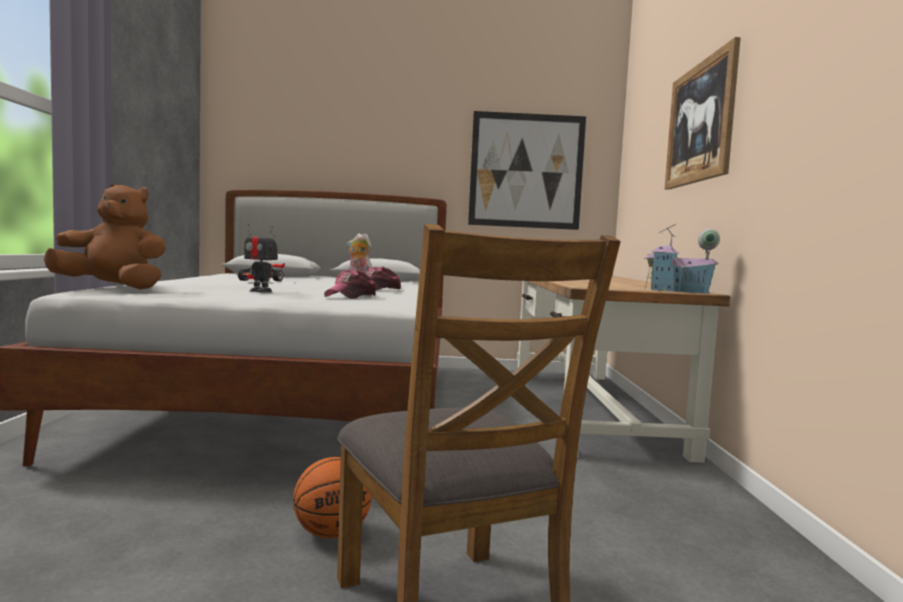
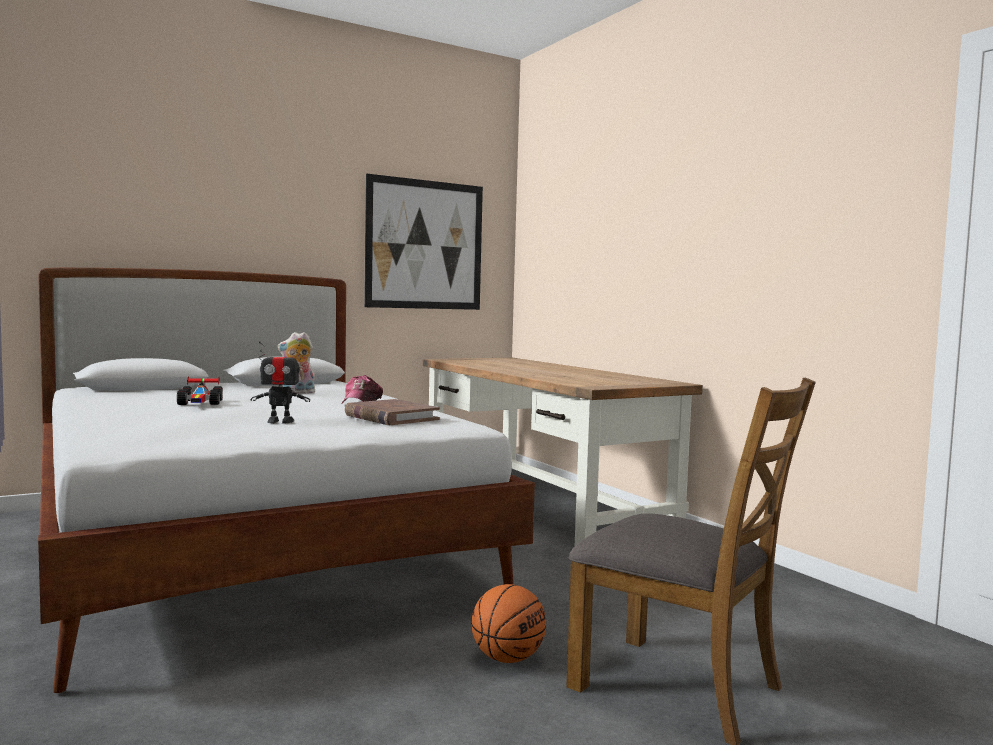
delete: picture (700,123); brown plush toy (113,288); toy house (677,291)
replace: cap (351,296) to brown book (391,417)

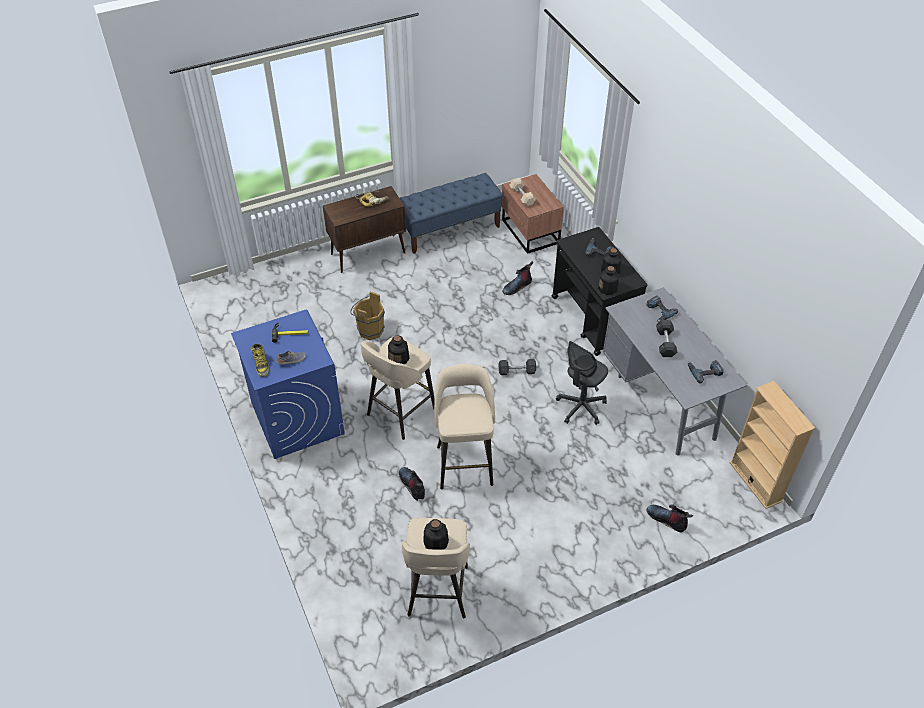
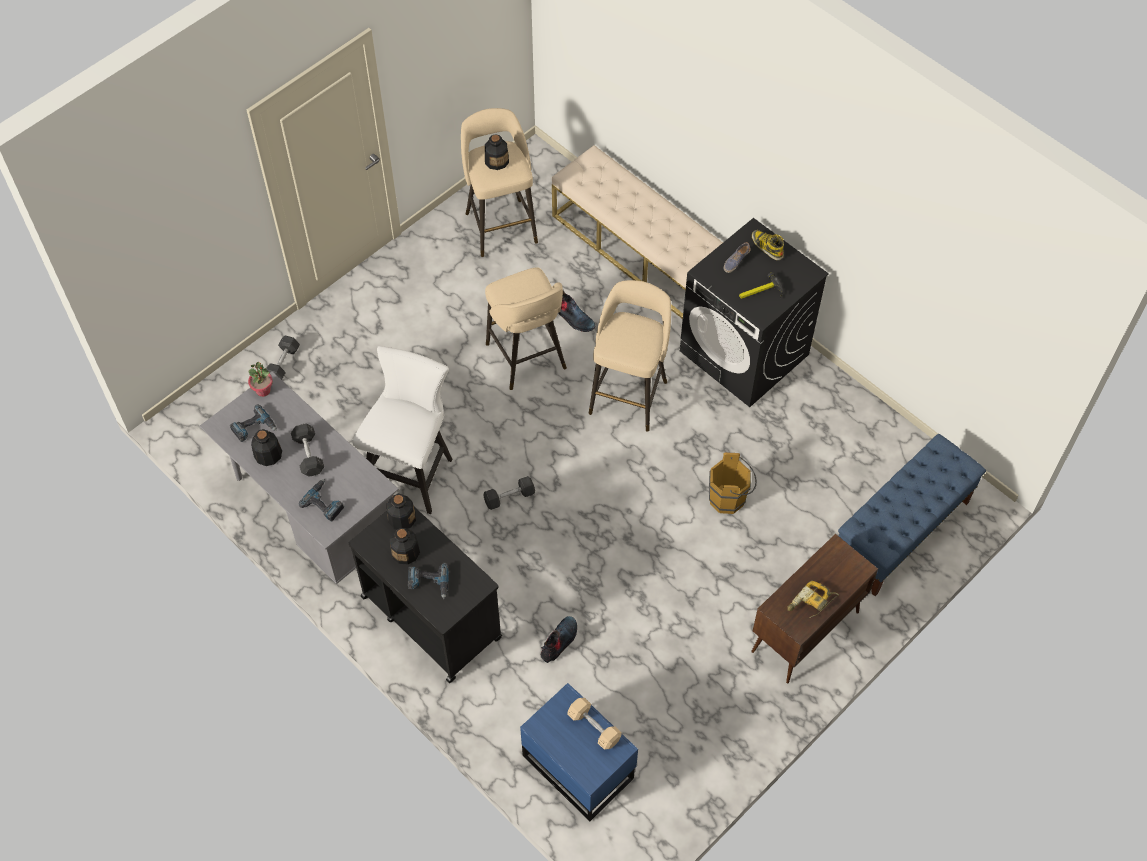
delete: beige bookcase (755,482)
insert: beige bench (641,253); potted plant (263,390)
move: blue bench (450,229) to (901,532); bottle (399,358) to (267,454)
replace: grey office chair (581,407) to white stool (412,471); boot (667,519) to grey dumbbell (283,363)
recolor: brown nightstand (529,232) to blue nightstand (578,764); blue washing machine (297,418) to black washing machine (744,353)

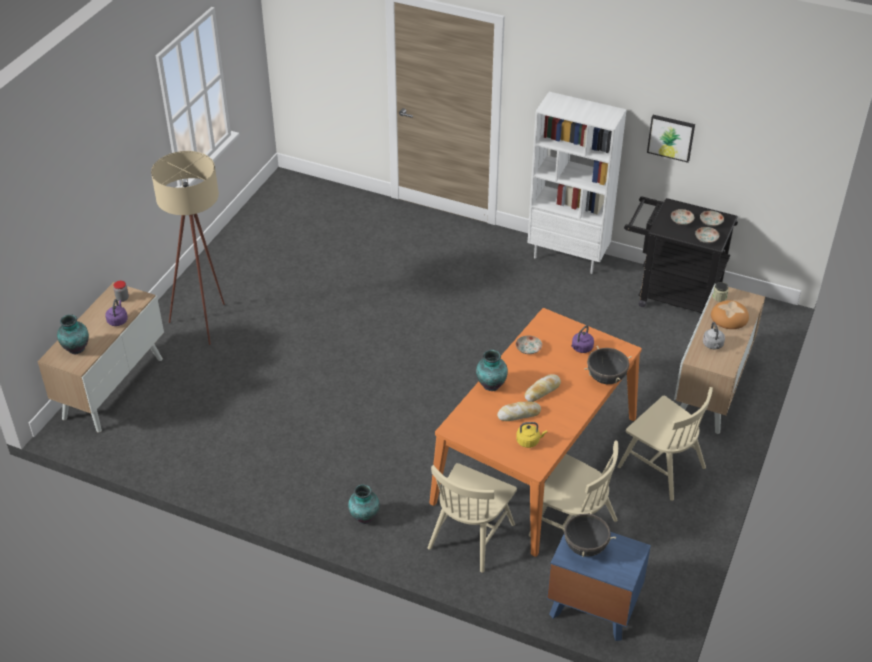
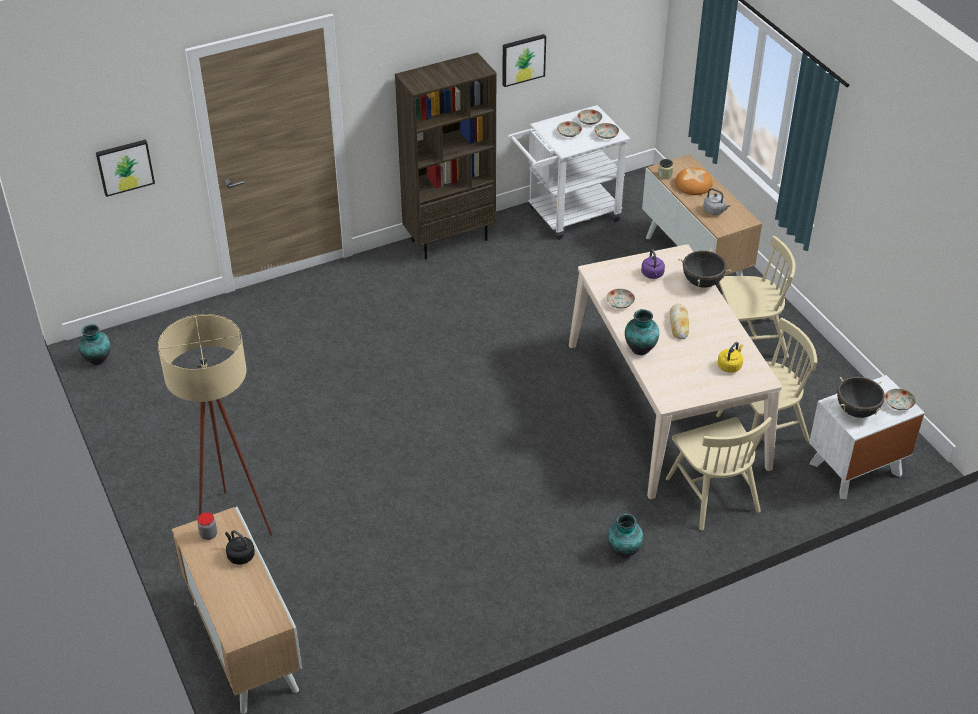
delete: bread (519,414)
insert: picture (125,166); plate (898,404)
move: vase (76,349) to (98,360)
recolor: white bookcase (568,256) to brown bookcase (449,239); black cart (671,295) to white cart (566,216); purple kettle (118,320) to black kettle (240,555); orange dining table (536,459) to beige dining table (666,404); blue nightstand (592,607) to white nightstand (855,469)

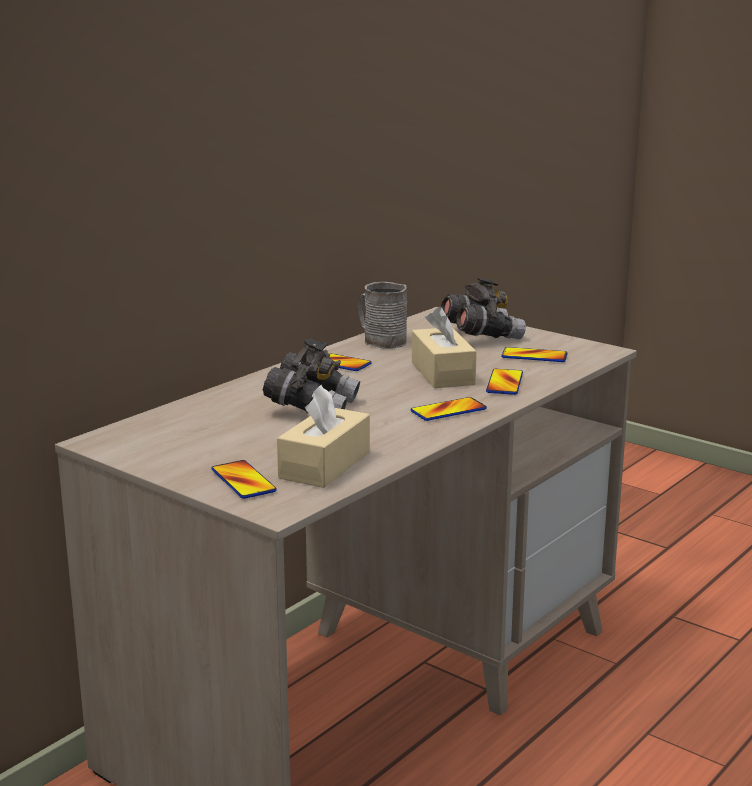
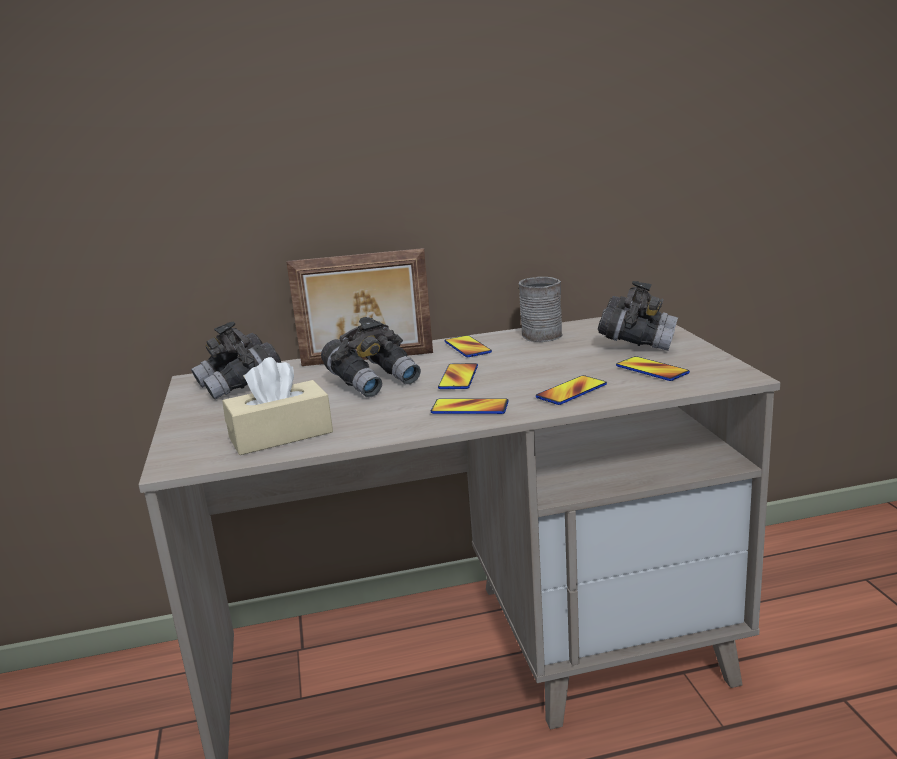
delete: beige tissue box (442,373)
insert: picture frame (367,359); grey binoculars (240,385)
move: phone (243,481) to (458,378)

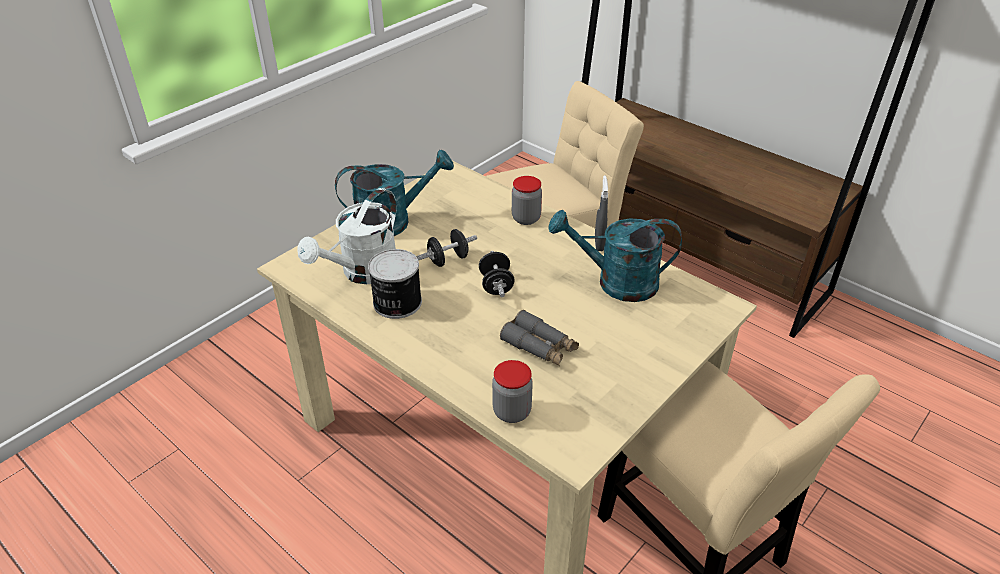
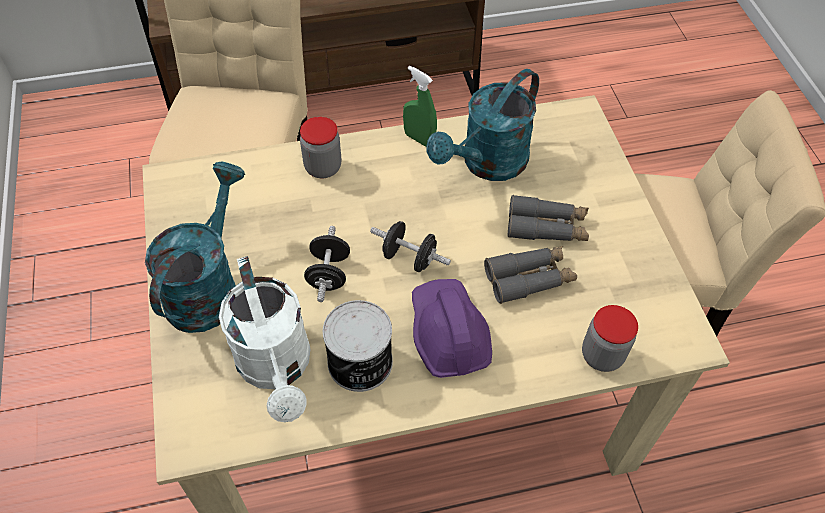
insert: grey binoculars (547,227); purple hard hat (448,333)
recolor: grey spray bottle (599,244) to green spray bottle (419,139)

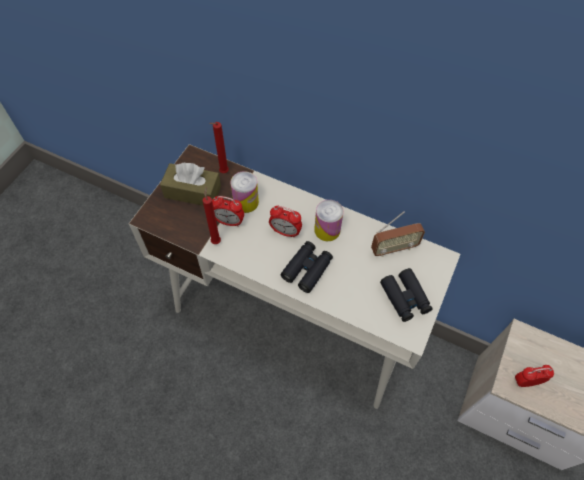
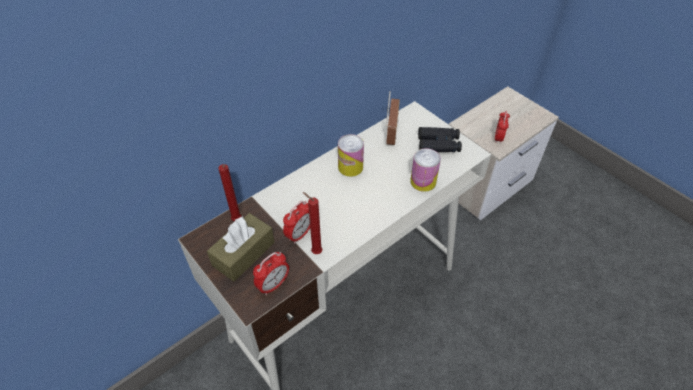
delete: black binoculars (307,269)
move: can (246,202) to (423,181); alarm clock (285,232) to (273,285)

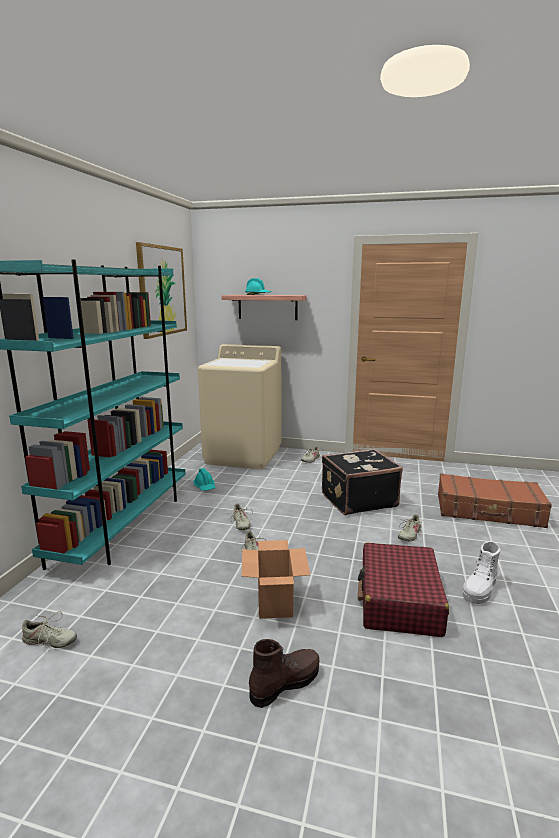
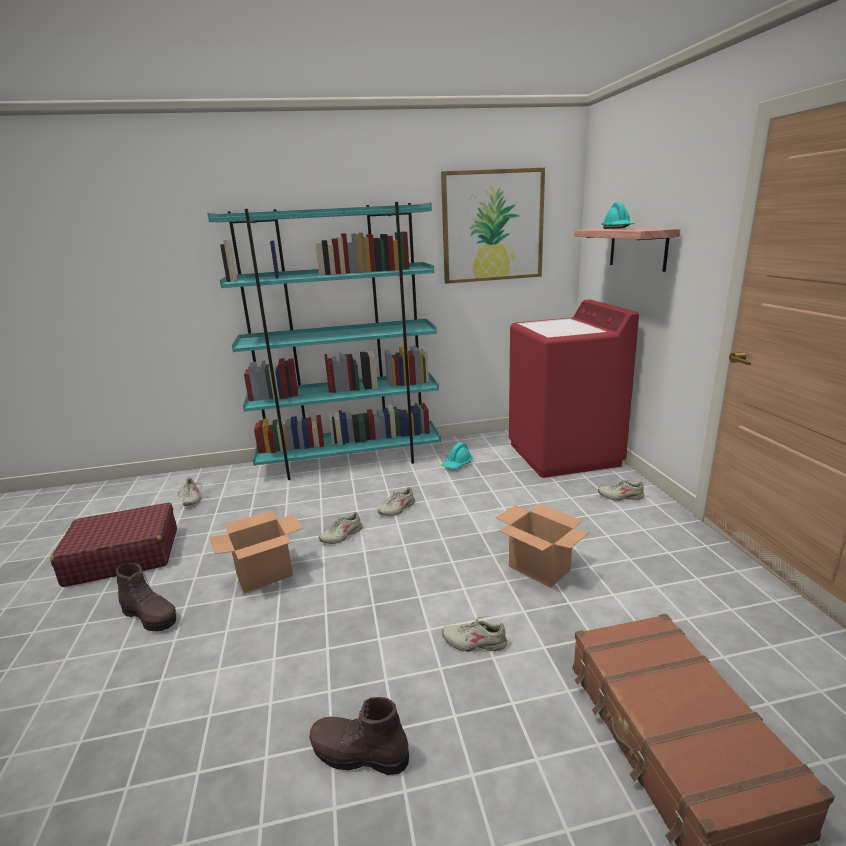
move: red suitcase (399,600) to (123,556)
replace: black suitcase (357,500) to cardboard box (538,568)
recolor: beige washing machine (244,455) to red washing machine (563,455); white boot (480,590) to brown boot (359,754)

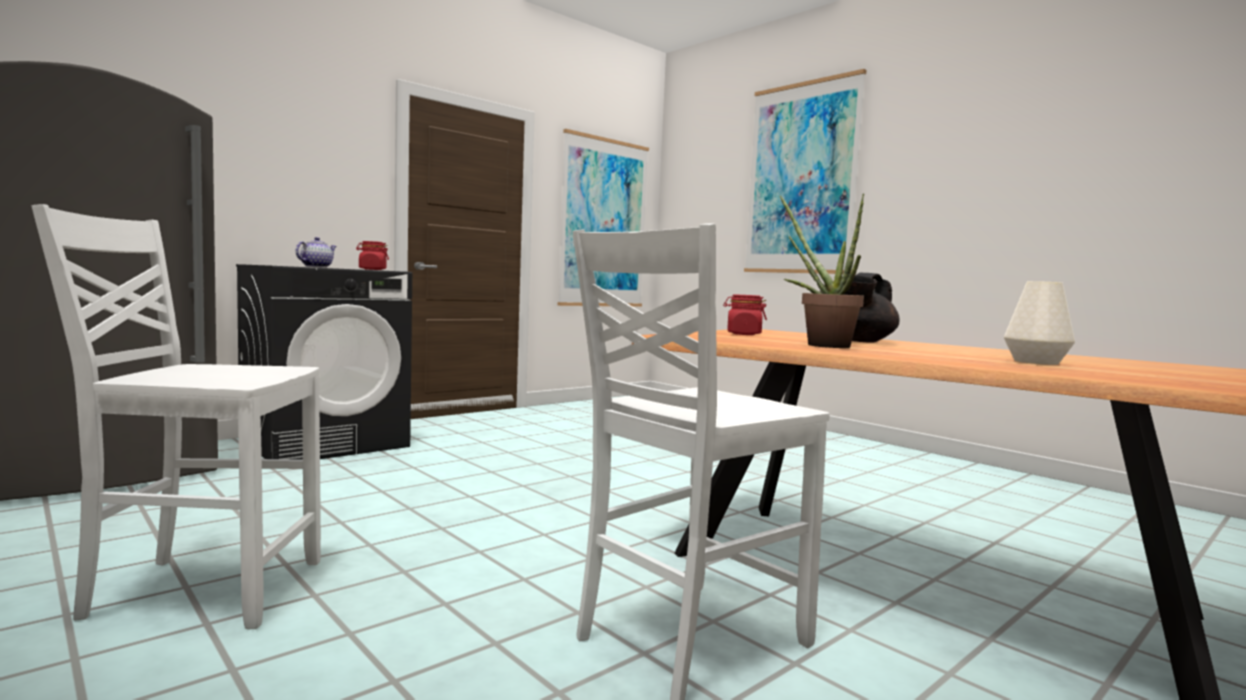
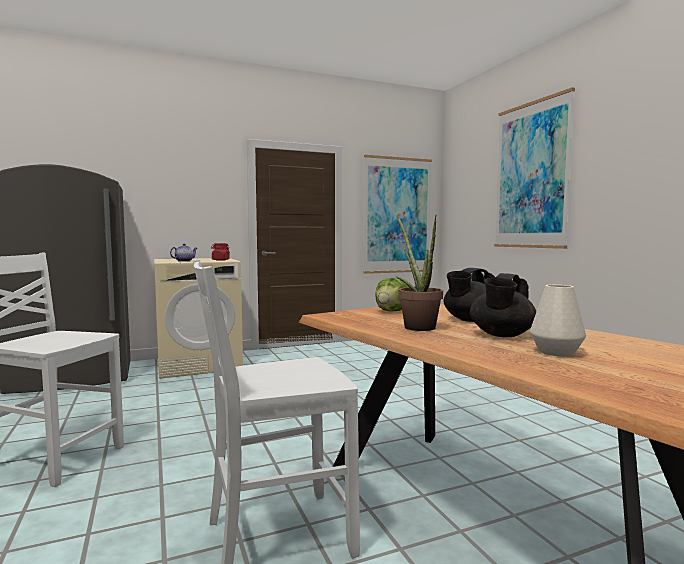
insert: black teapot (501,335)
replace: red jar (743,334) to lettuce (393,311)
recolor: black washing machine (325,443) to beige washing machine (199,364)

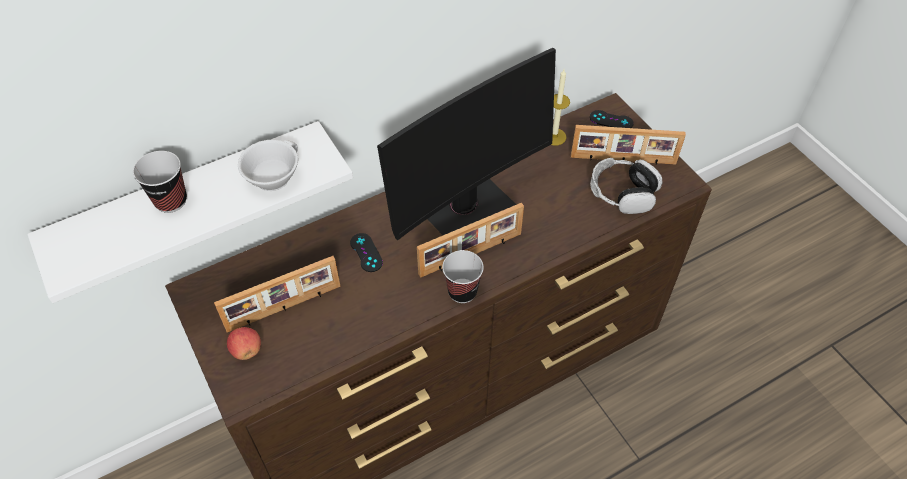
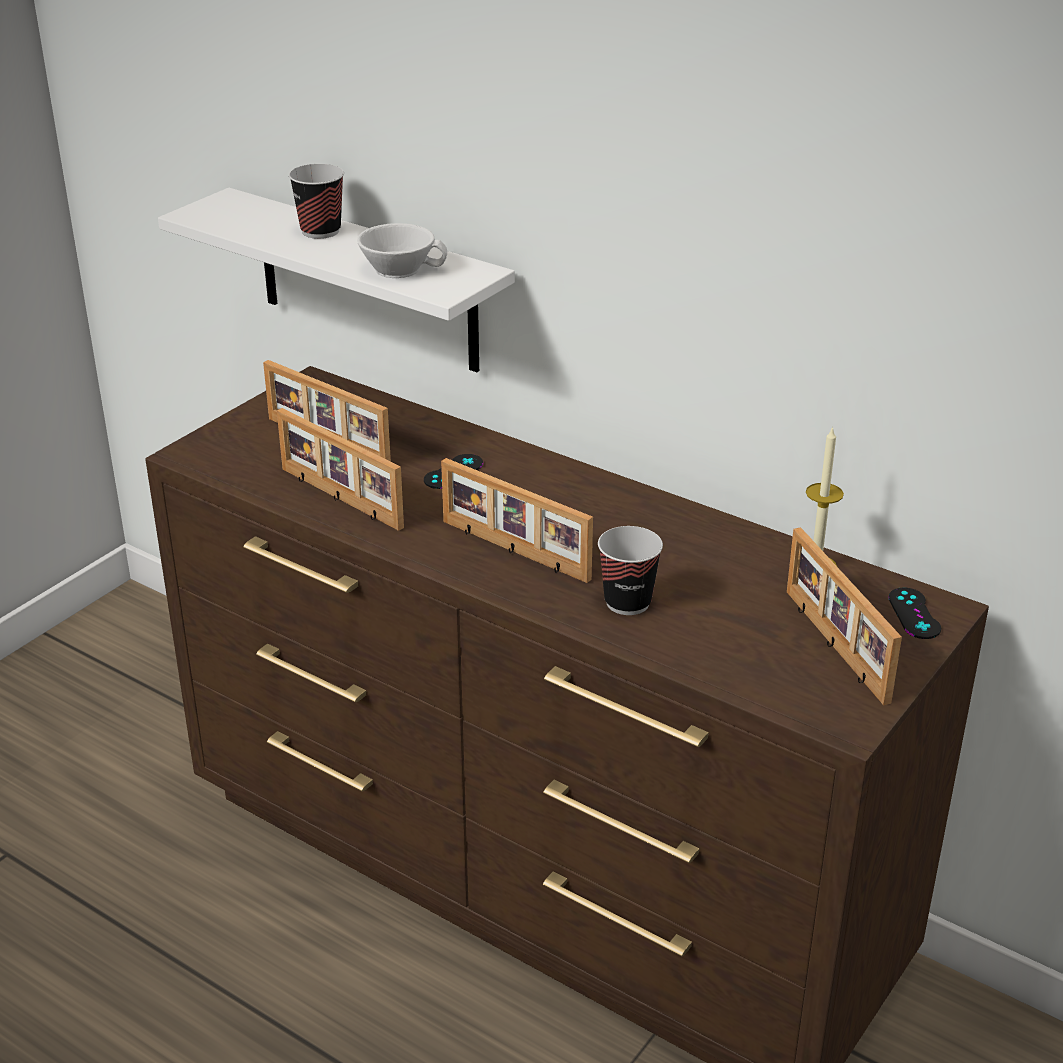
delete: monitor (465,207); headphones (622,193); apple (247,350)
insert: picture frame (339,498)
move: cup (462,291) to (627,602)

